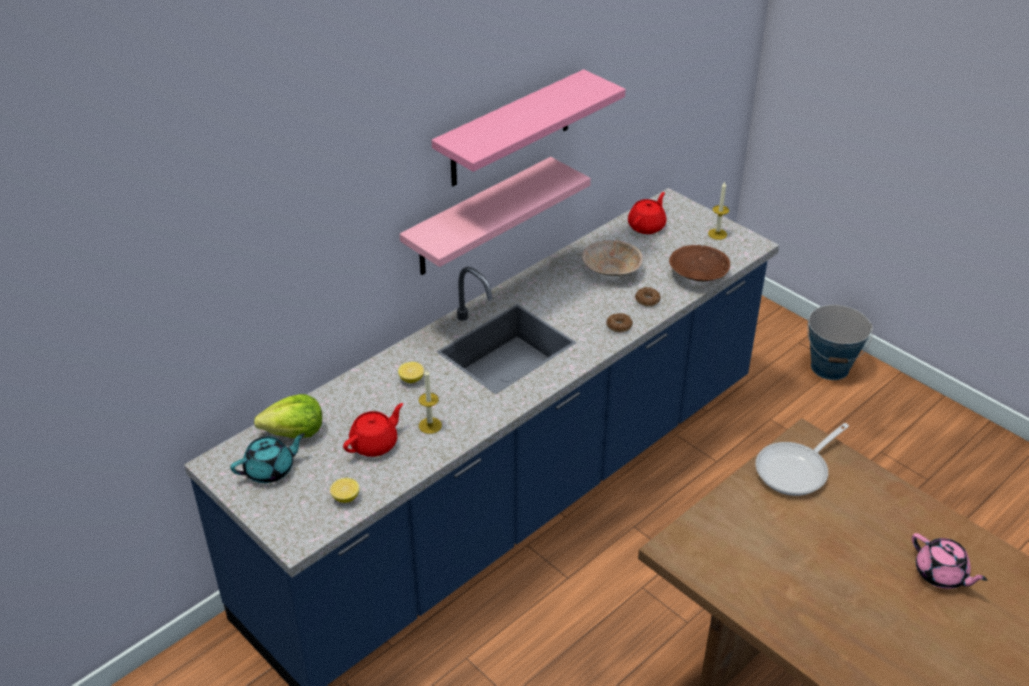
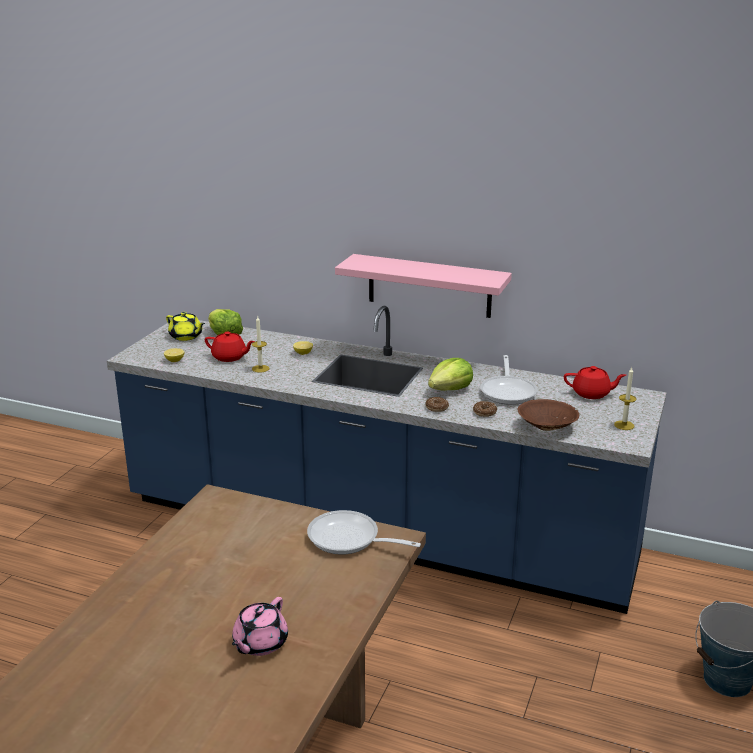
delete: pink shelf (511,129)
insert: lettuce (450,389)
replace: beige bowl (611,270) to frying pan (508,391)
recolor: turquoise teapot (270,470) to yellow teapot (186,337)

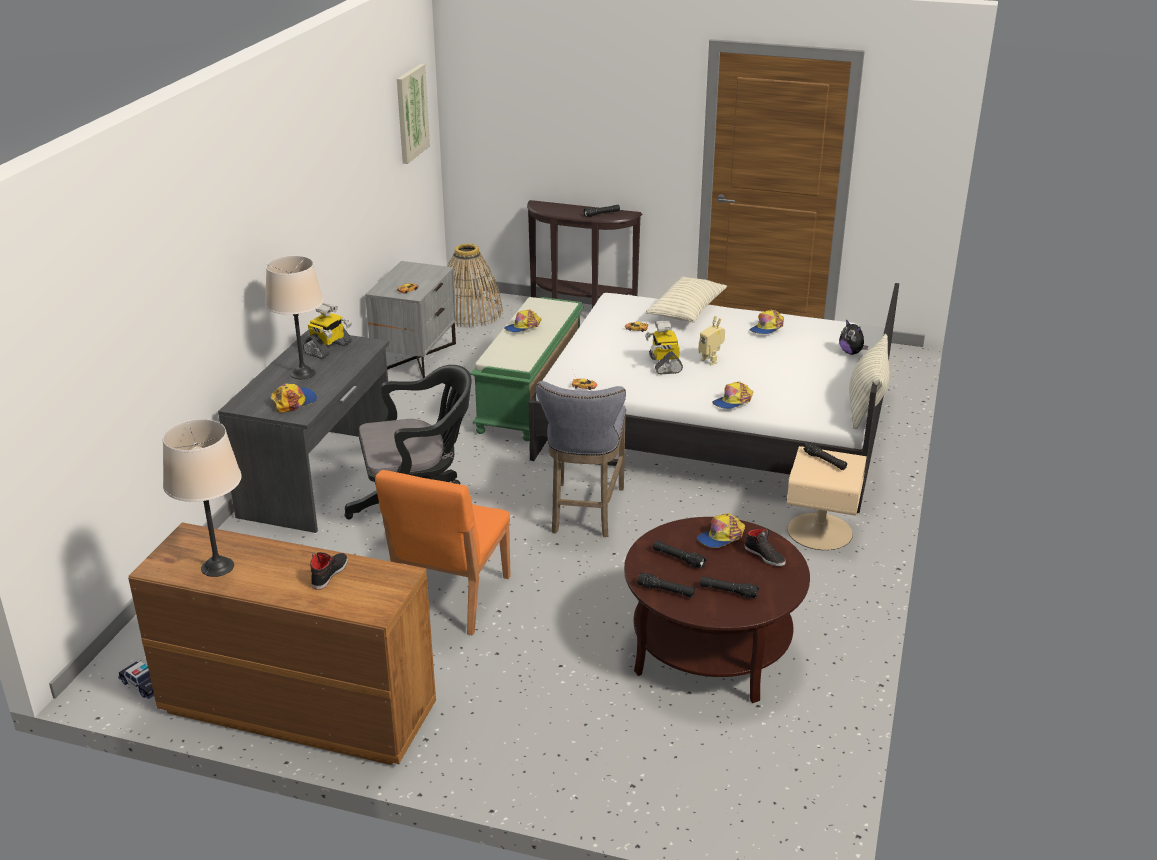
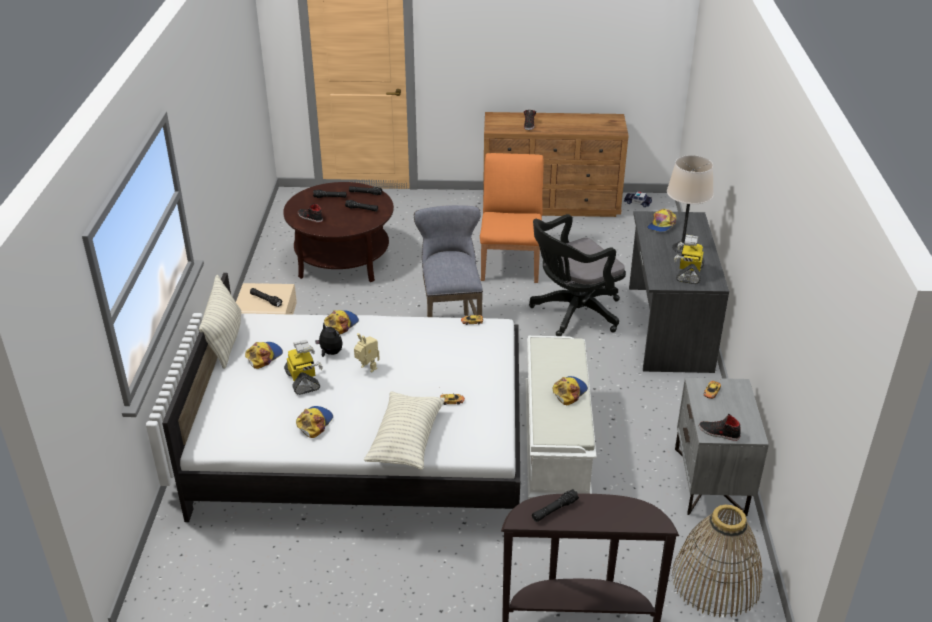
delete: picture (411,113); beige table lamp (217,567)
insert: black shoe (718,433)
move: plush toy (851,352) to (330,353); toy robot (664,364) to (303,381); cap (721,537) to (263,356)
recolor: green bench (531,397) to white bench (554,444)

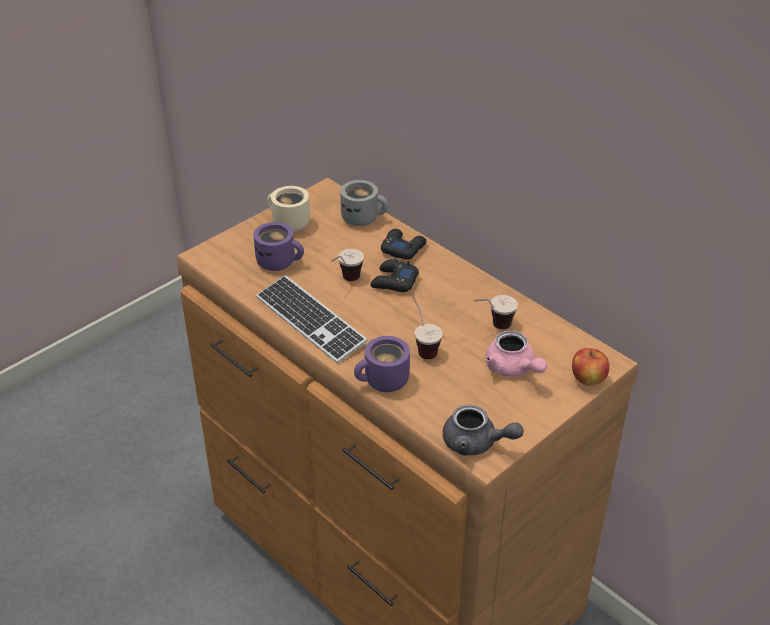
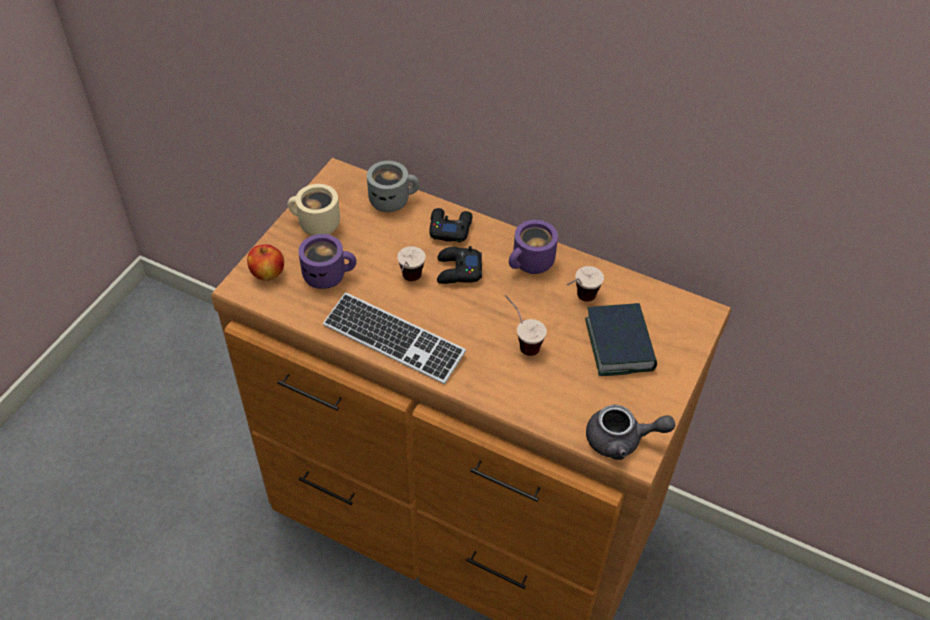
move: purple mug (383,382) to (531,264); apple (588,379) to (268,273)
replace: pink teapot (513,369) to book (619,344)

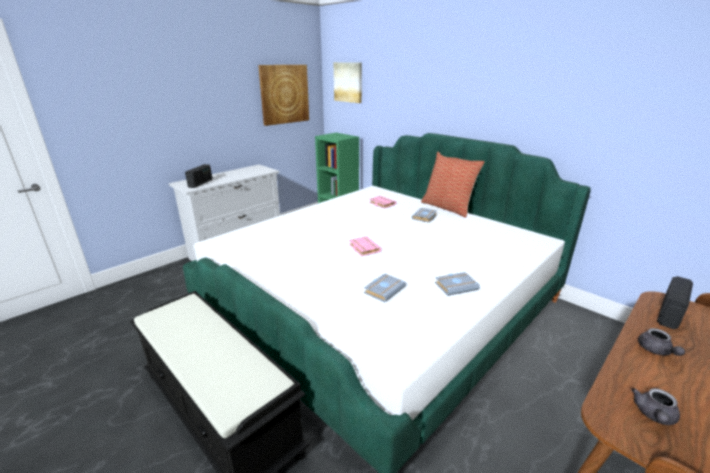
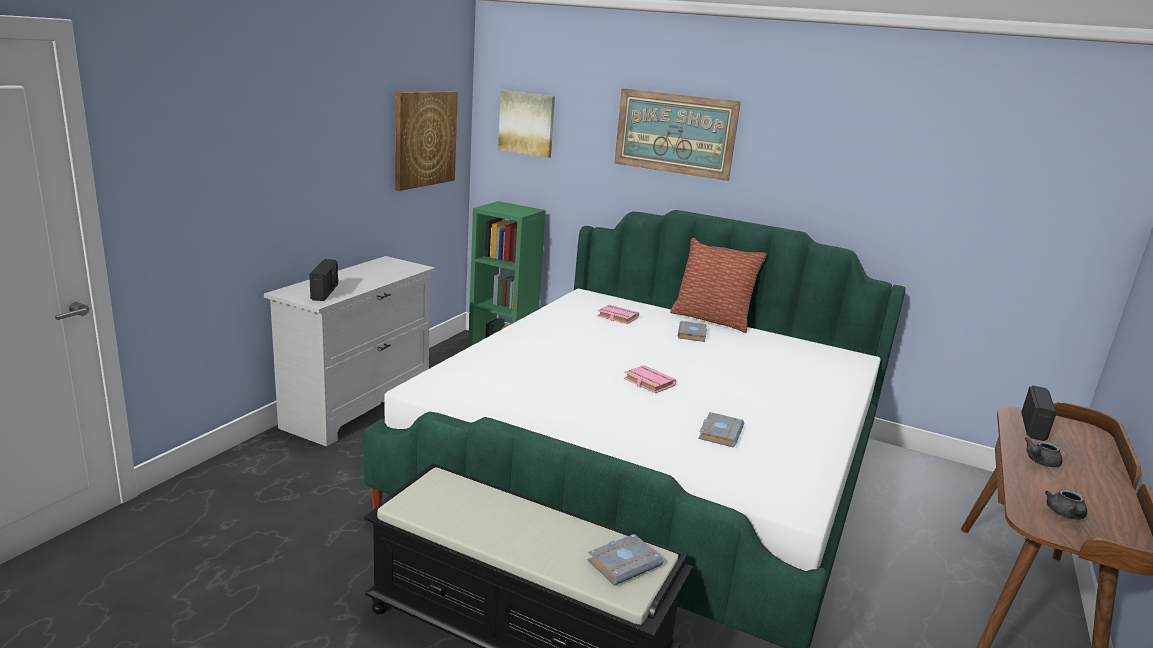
insert: picture (675,133)
move: grey book (456,286) to (624,562)
rotate: grey teapot (656,351) = (1039,462) 75 degrees clockwise

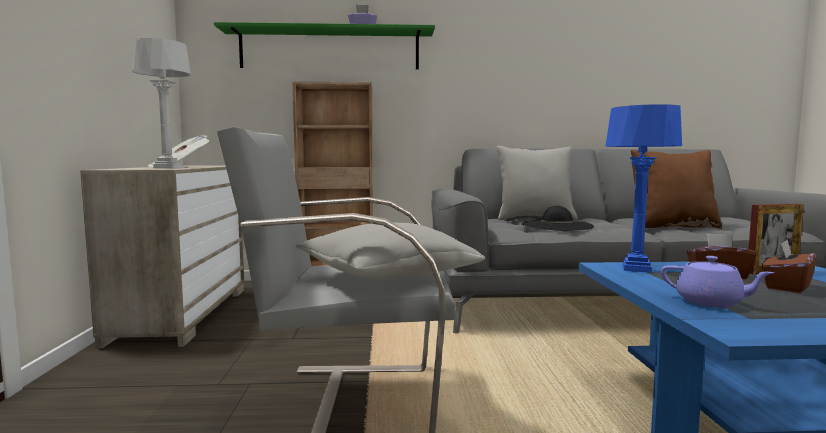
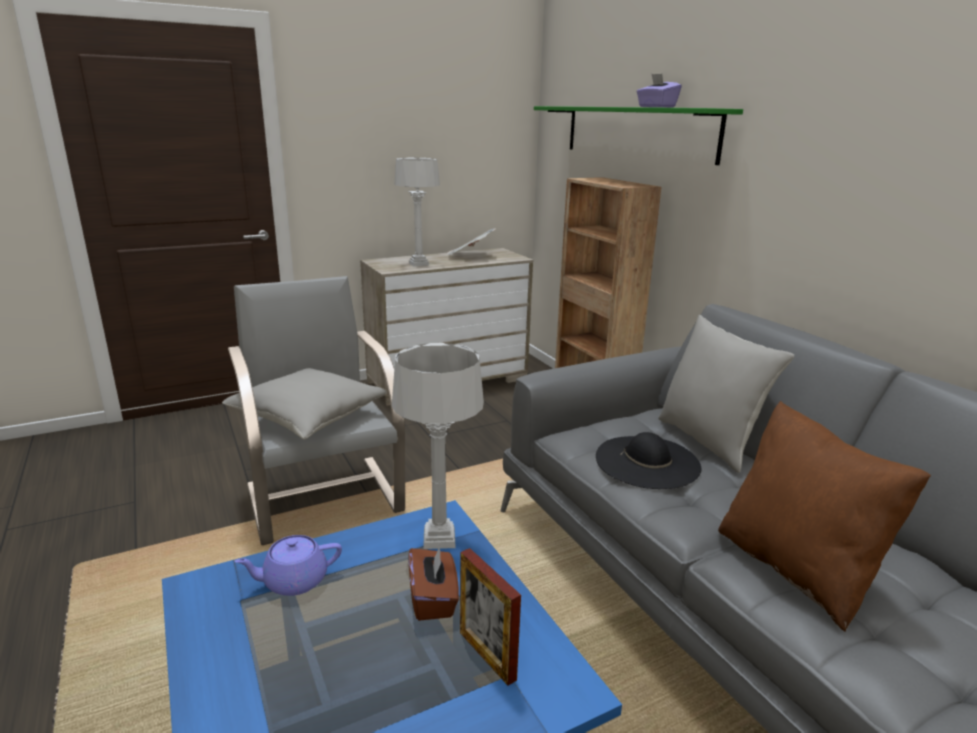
delete: brown tissue box (786,287)
recolor: blue table lamp (636,268) to grey table lamp (439,538)
rotate: purple teapot (711,302) = (293,581) 60 degrees clockwise

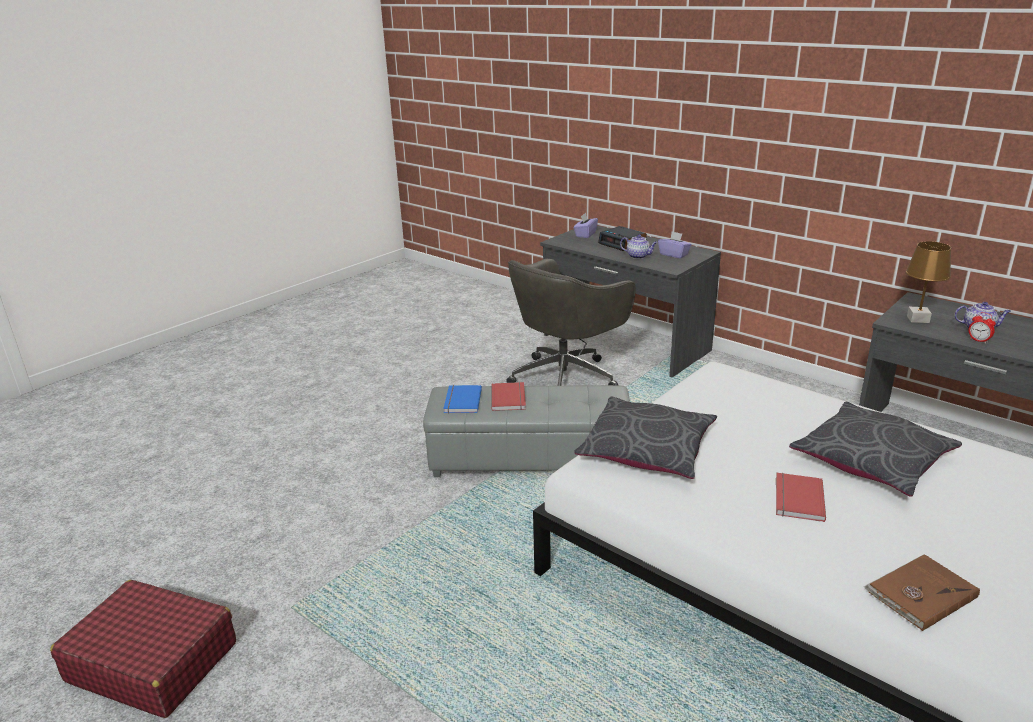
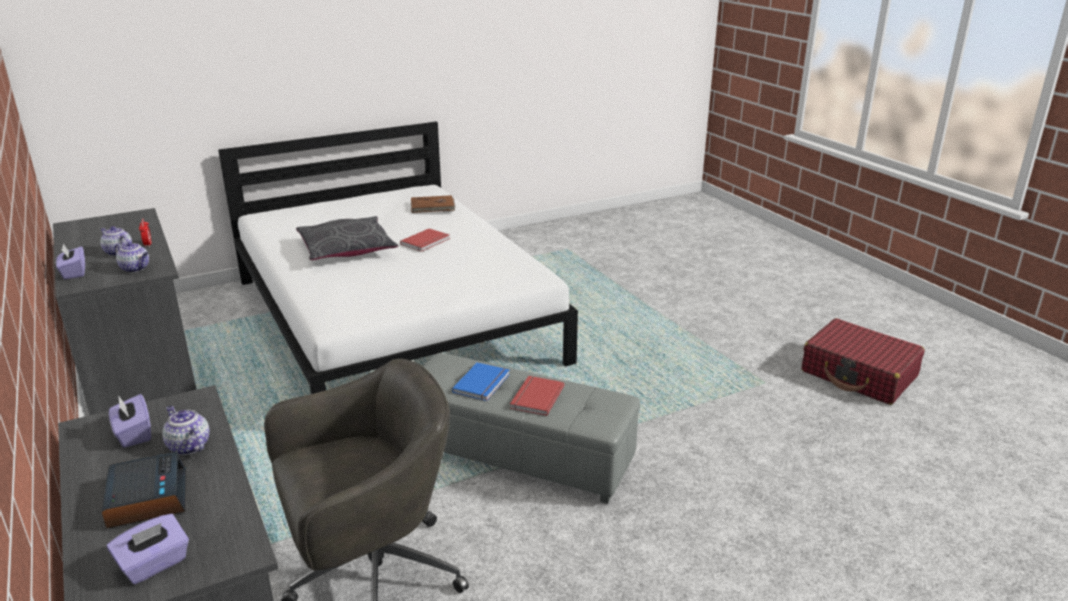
delete: grey pillow (647,449)
insert: purple tissue box (74,272)
move: blue book (461,401) to (483,383)
replace: brown table lamp (917,319) to teapot (136,268)

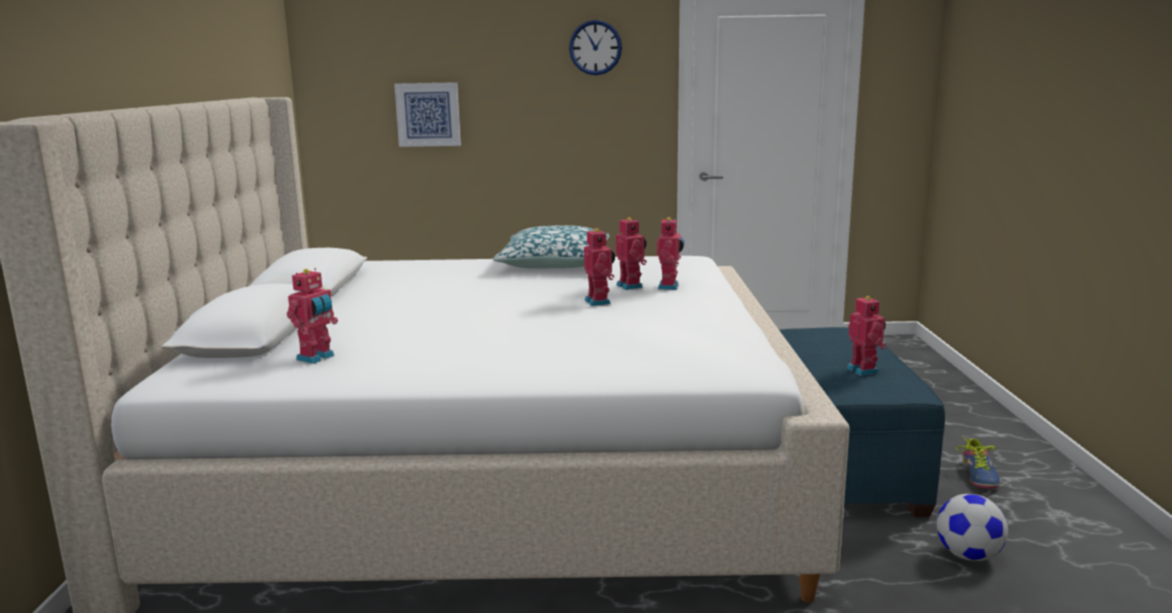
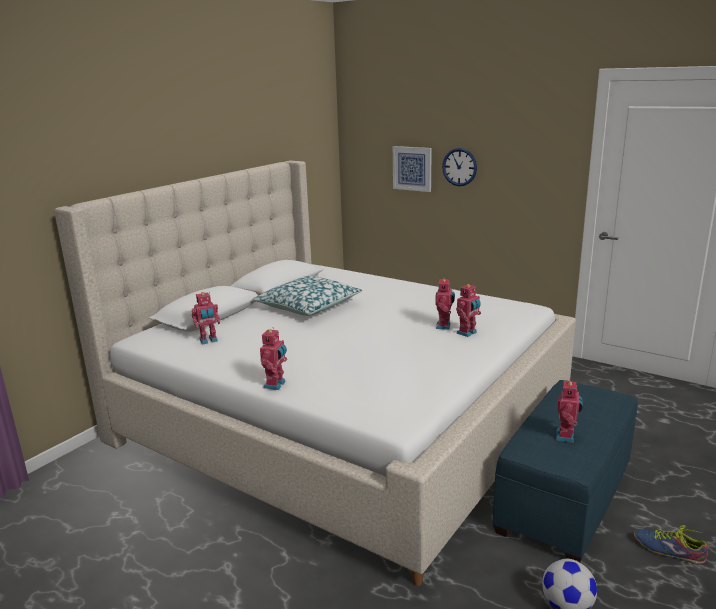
move: wall clock (595,47) to (459,167); pillow (554,263) to (308,306); toy robot (599,302) to (276,385)
rotate: shoe (979,475) = (669,550) 75 degrees clockwise

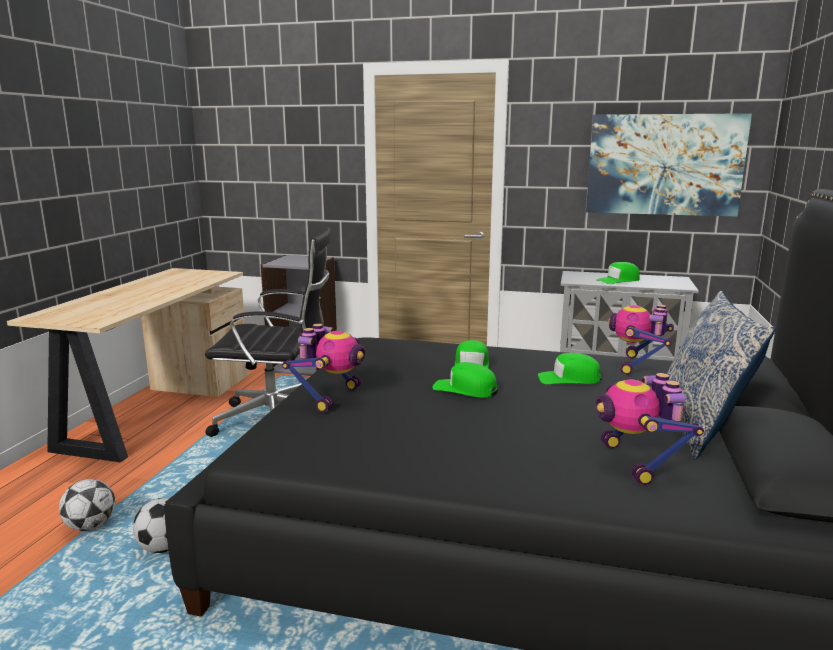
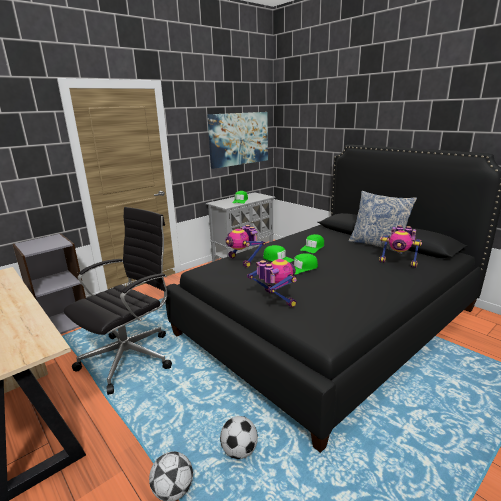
move: toy robot (638,366) to (243,261)

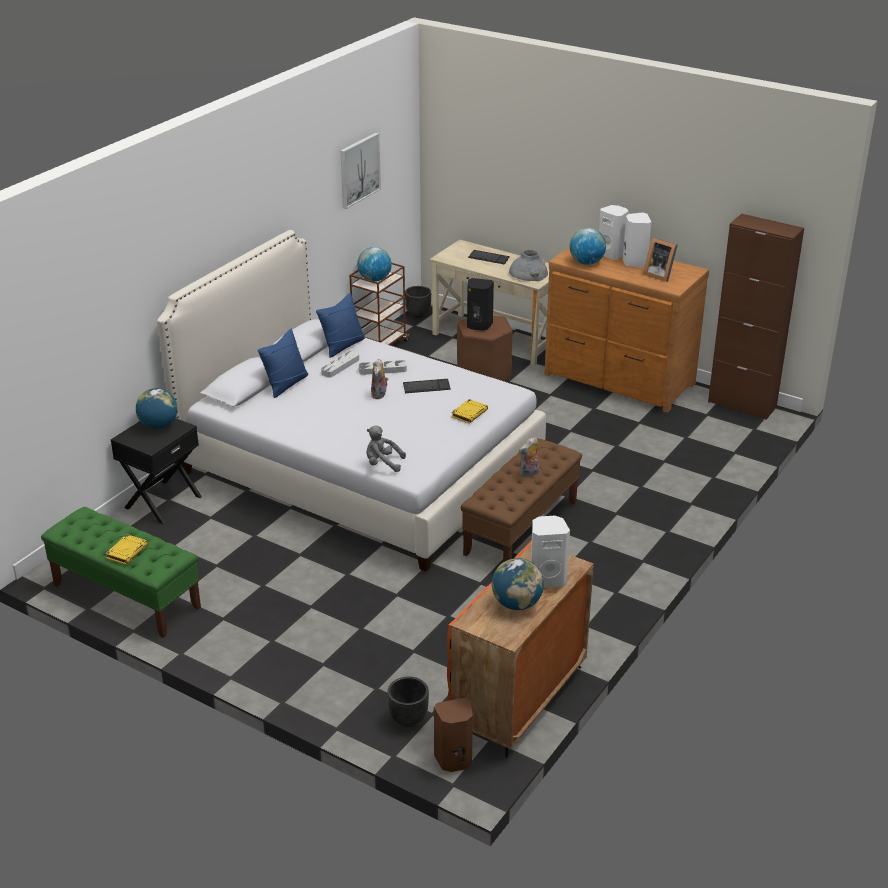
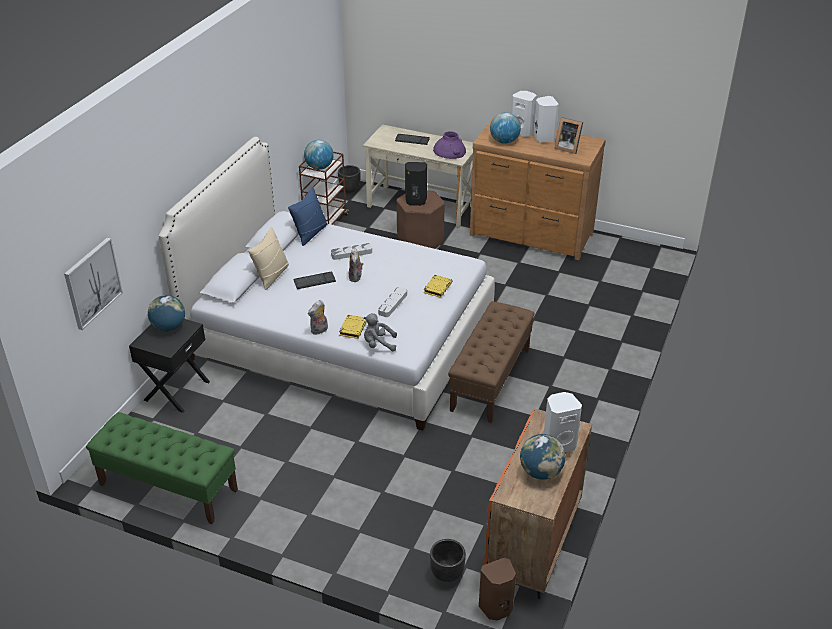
delete: brown cabinet (742,404)
move: picture (359,170) to (92,283); grey tray (340,366) to (392,304); keyboard (426,387) to (314,281); plush toy (529,474) to (319,331); yellow book (127,552) to (353,328)
recolor: grey vase (528,273) to purple vase (449,151); blue pillow (285,384) to beige pillow (271,276)

